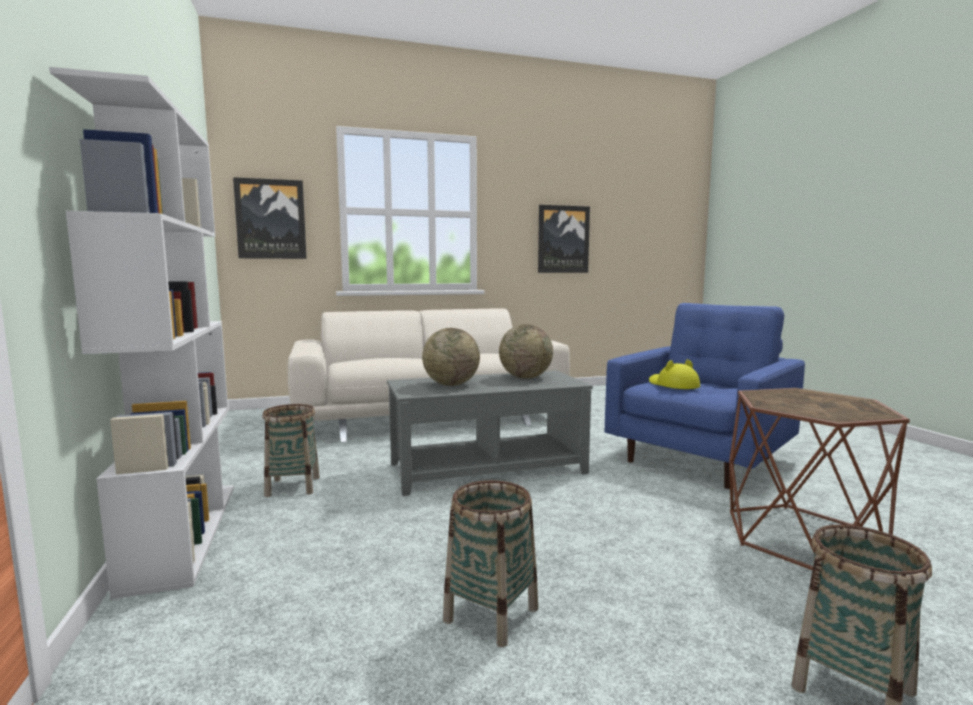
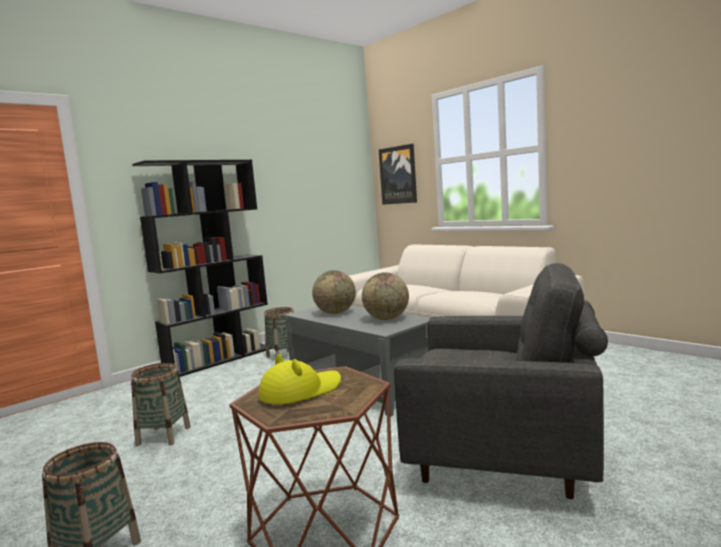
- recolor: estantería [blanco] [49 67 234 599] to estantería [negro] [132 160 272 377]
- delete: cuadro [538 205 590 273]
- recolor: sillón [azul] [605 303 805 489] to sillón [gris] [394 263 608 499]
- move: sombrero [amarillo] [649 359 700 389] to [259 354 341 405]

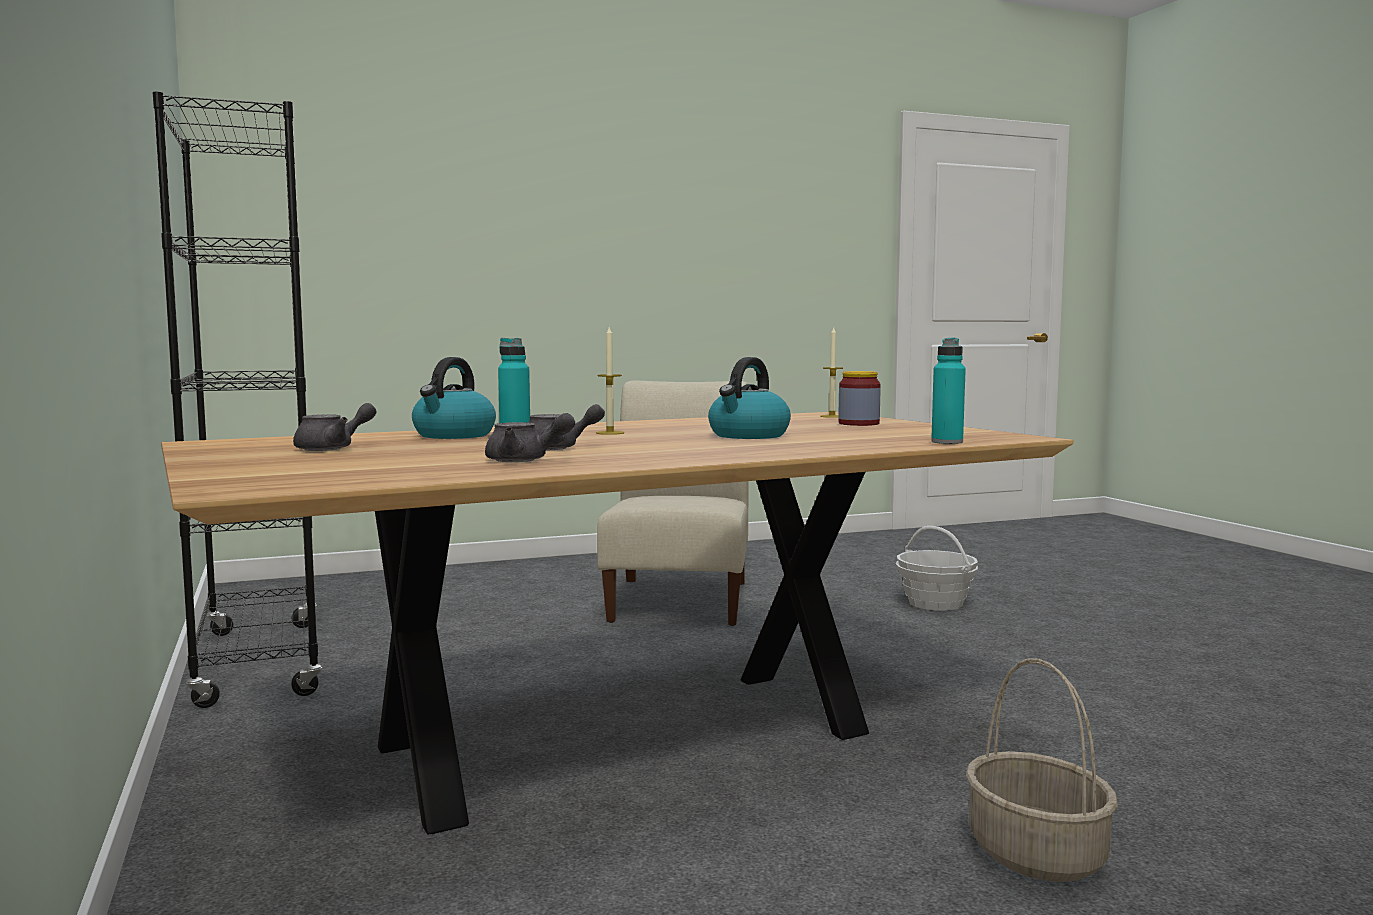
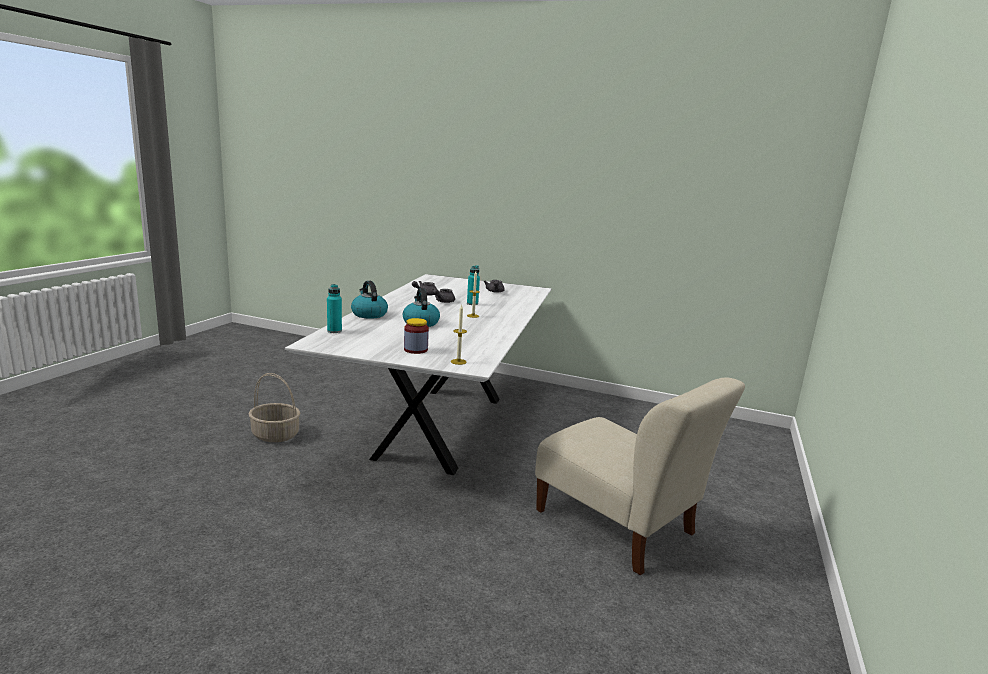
- delete: estantería [negro] [153 92 322 708]
- move: hervidor [412 357 496 439] to [351 281 388 319]
- recolor: mesa de comedor [marrón] [161 412 1073 835] to mesa de comedor [blanco] [285 274 551 475]
- delete: cesta [896 526 978 611]

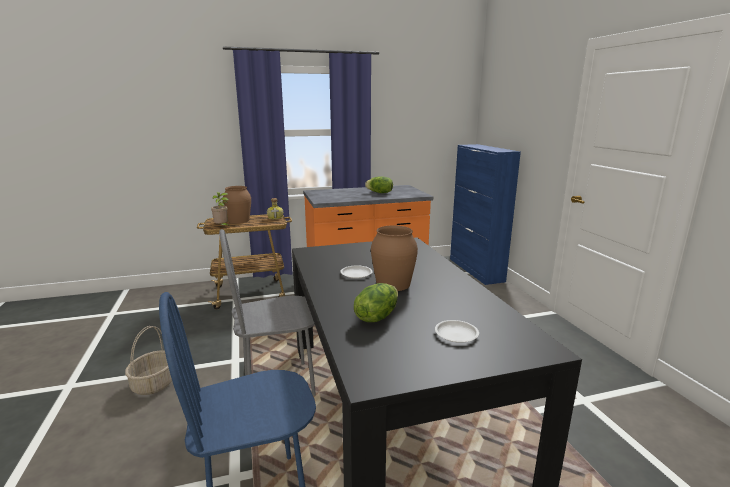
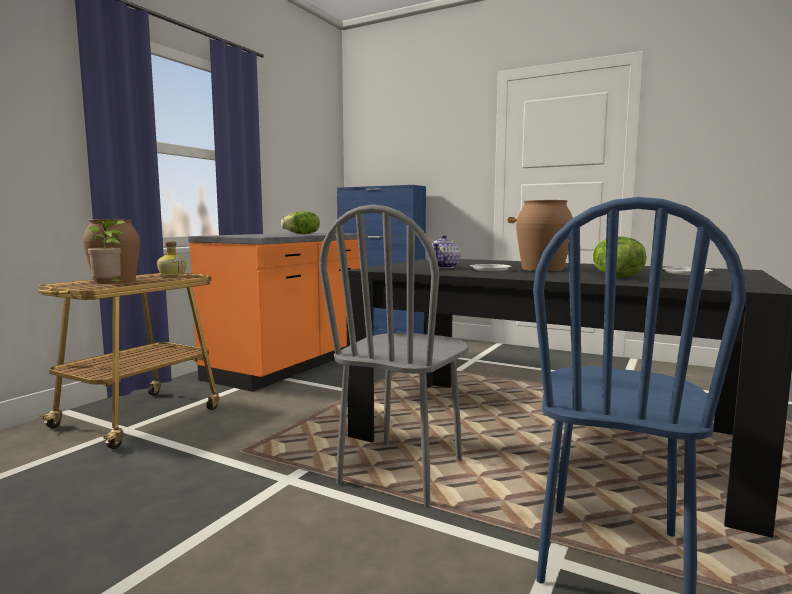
- delete: cesta [125 326 172 395]
- insert: tetera [427 235 461 269]

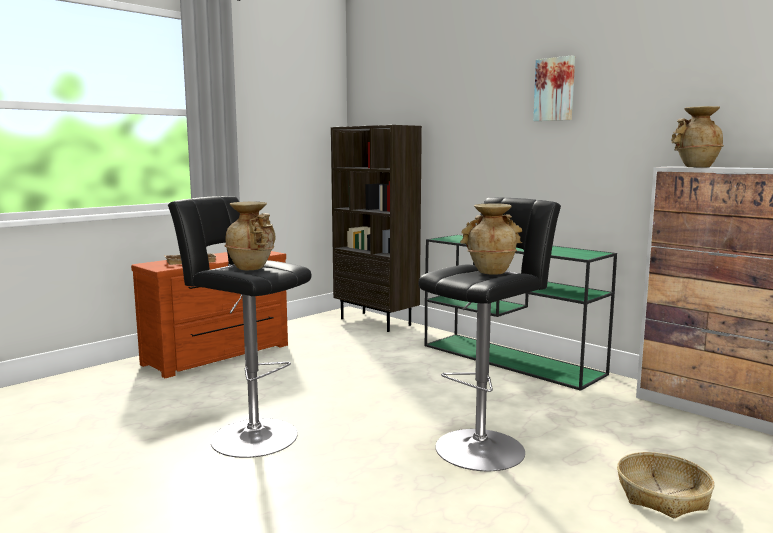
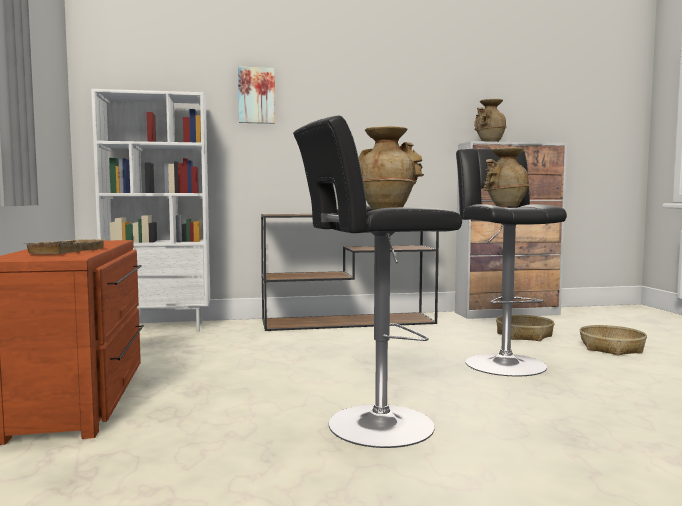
- move: cuadro [533 56 575 121] to [238 67 275 124]
- recolor: estantería [marrón] [331 125 422 332] to estantería [blanco] [91 89 210 332]
- recolor: mesa consola [verde] [425 235 617 391] to mesa consola [marrón] [261 214 439 331]
- insert: cesta [496 315 554 341]

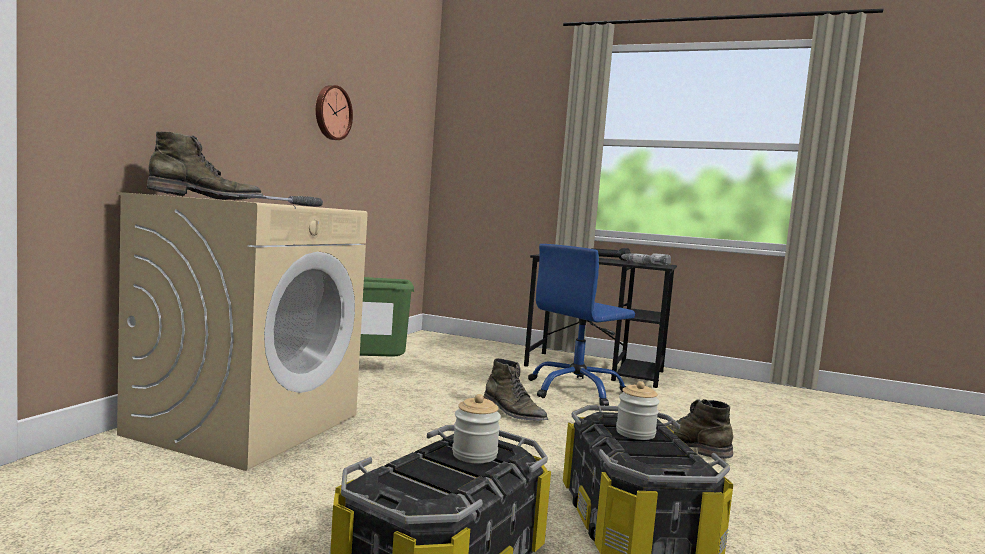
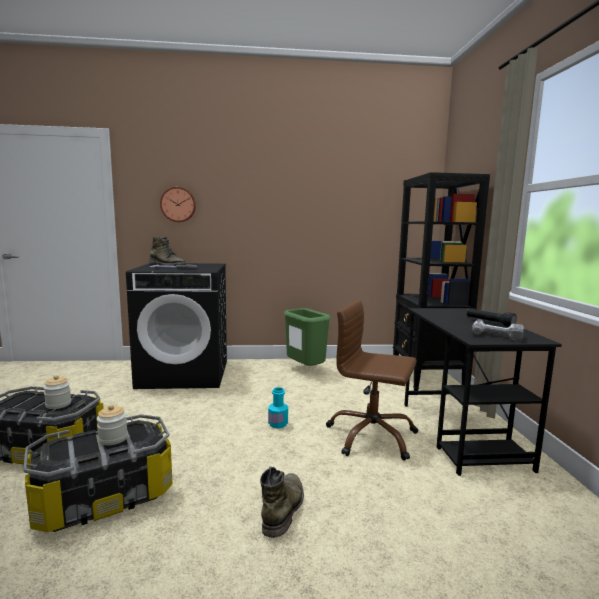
- move: reloj de pared [316 85 353 140] to [160 187 196 222]
- recolor: lavadora [beis] [116 192 368 471] to lavadora [negro] [126 263 227 389]
- recolor: silla de oficina [azul] [528 244 635 406] to silla de oficina [marrón] [326 300 418 461]
- replace: bota [verde] [484 358 548 421] to botella [turquesa] [268 387 288 428]
- insert: estantería [negro] [393 172 490 391]

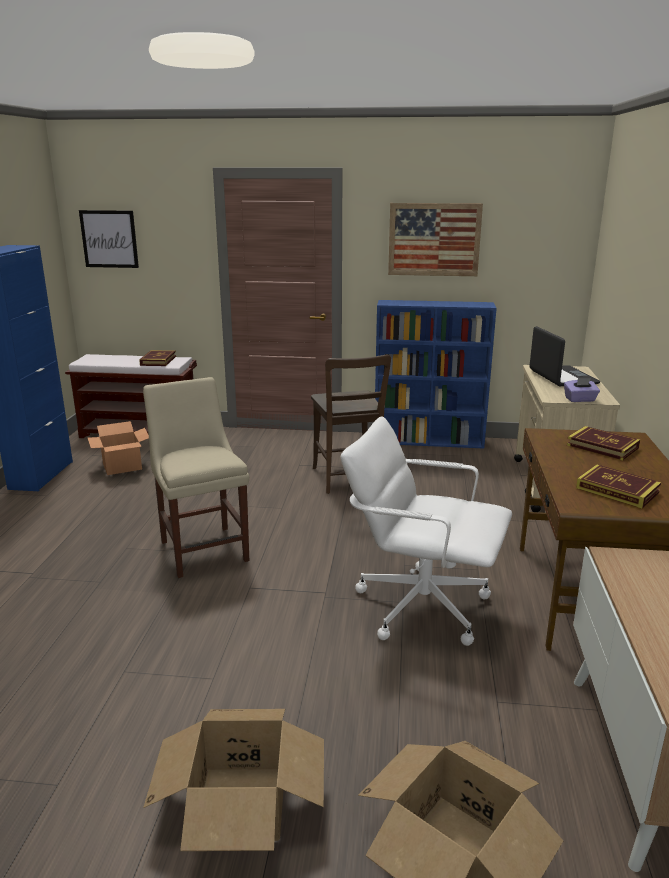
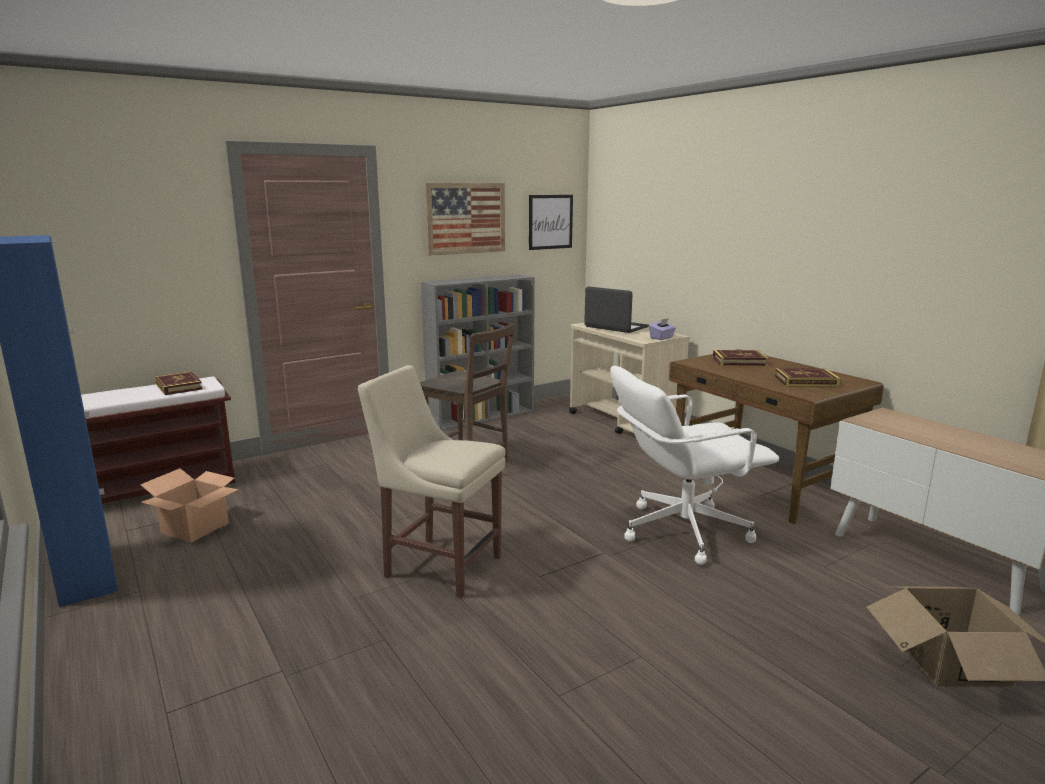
- move: cuadro [79 210 139 268] to [529 195 573 250]
- recolor: estantería [azul] [375 300 497 449] to estantería [gris] [421 274 535 430]
- delete: caja de cartón [143 709 324 851]

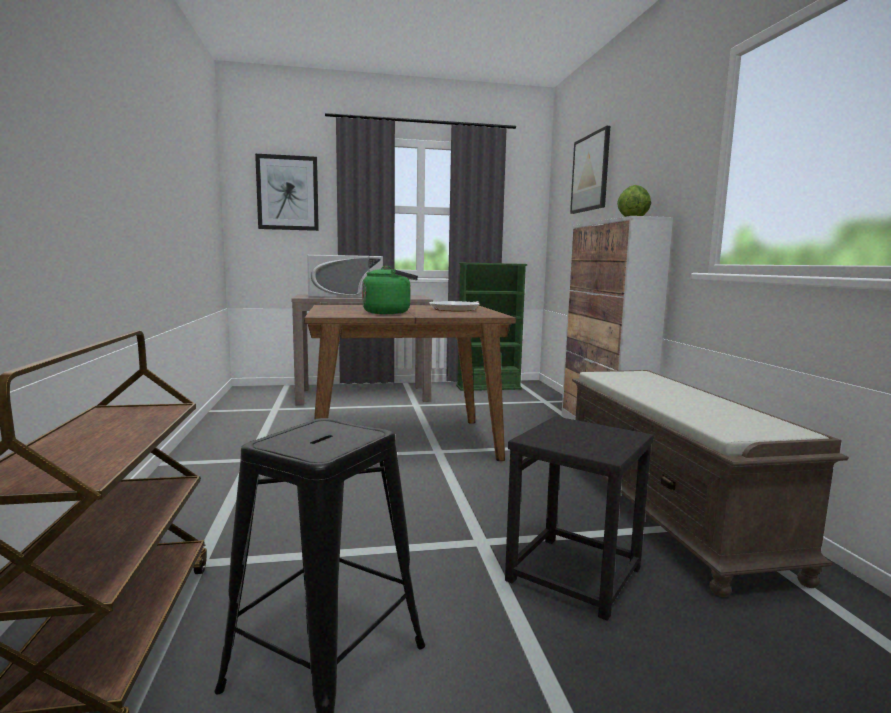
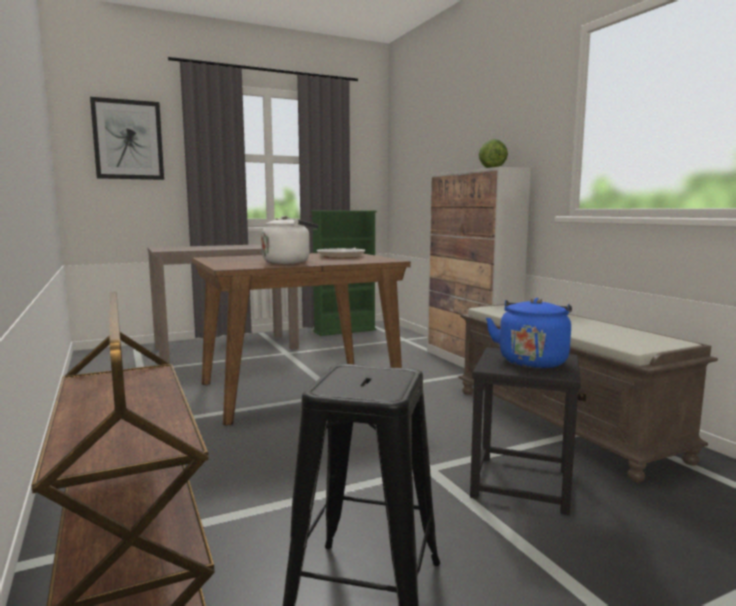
- delete: cuadro [570 126 610 214]
- delete: microondas [blanco] [307 255 383 298]
- recolor: hervidor [verde] [362 266 418 314] to hervidor [blanco] [261 216 318 264]
- insert: hervidor [azul] [486 298 572 368]

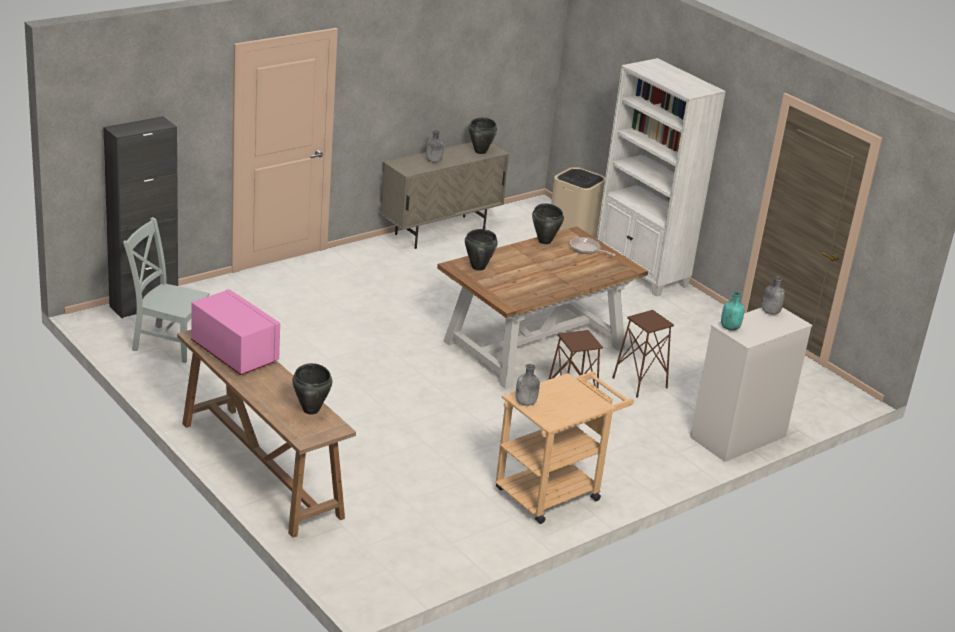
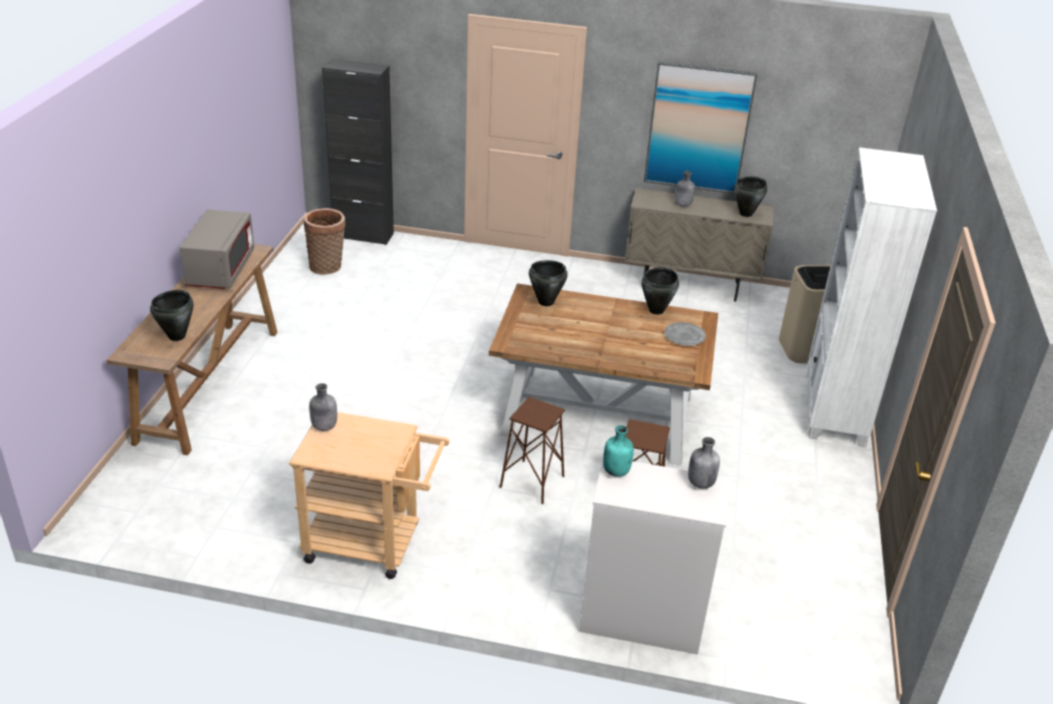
- replace: silla [gris] [123 217 210 363] to cesta [304 208 346 275]
- replace: sartén [570 237 616 256] to plato [gris] [664 322 706 346]
- recolor: microondas [rosa] [191 289 280 375] to microondas [gris] [180 209 254 289]
- insert: cuadro [644 61 757 194]

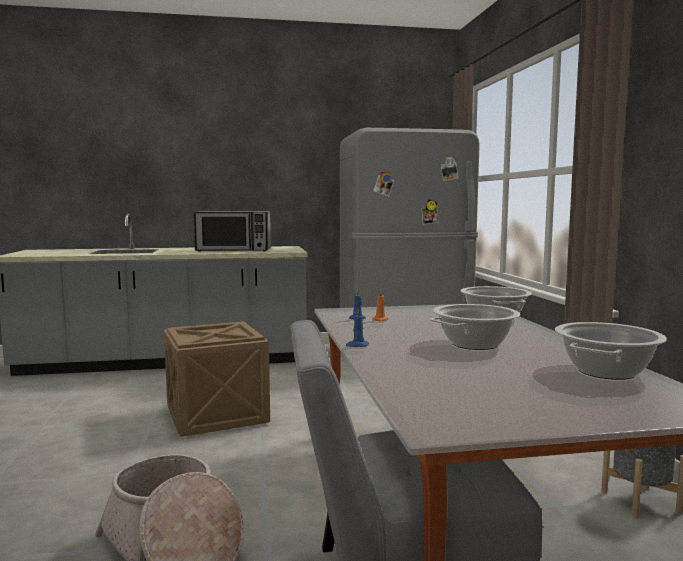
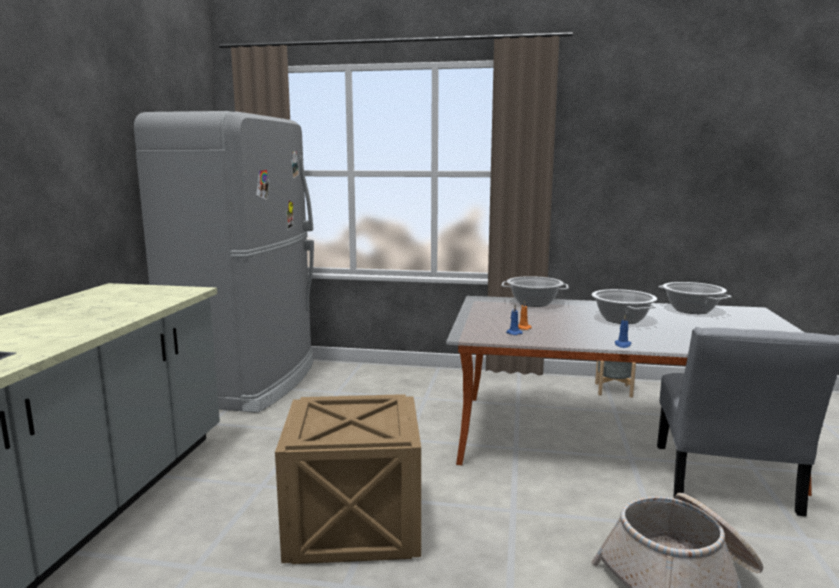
- delete: microondas [194 211 271 252]

